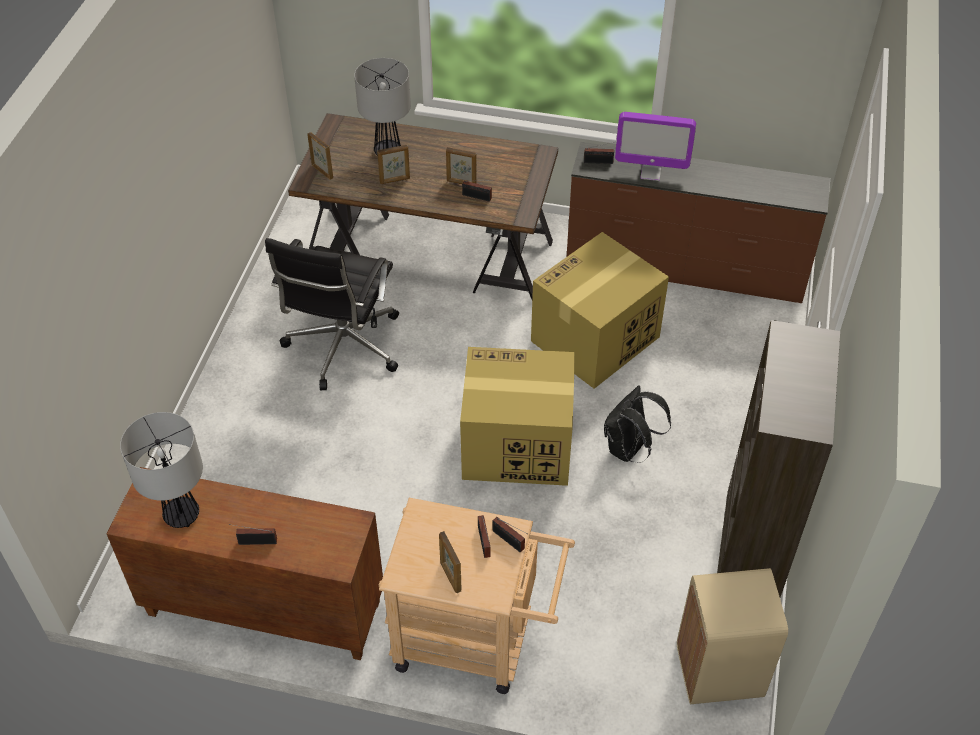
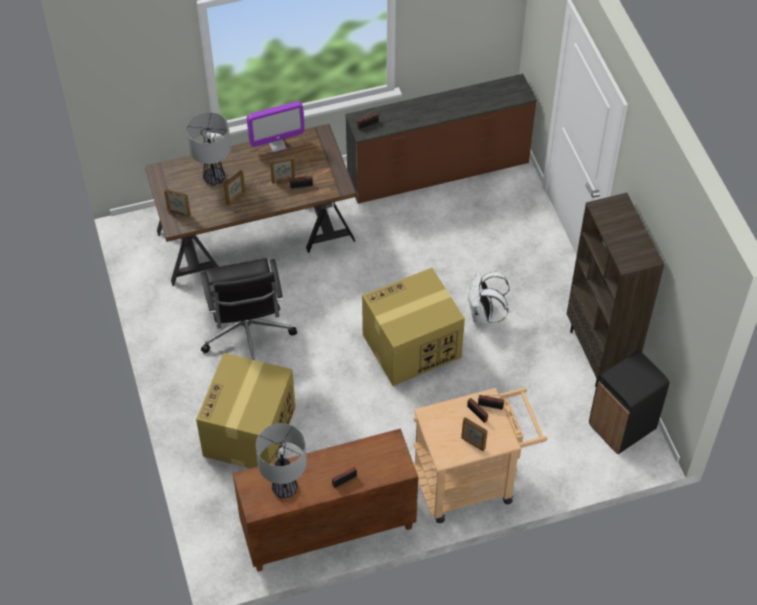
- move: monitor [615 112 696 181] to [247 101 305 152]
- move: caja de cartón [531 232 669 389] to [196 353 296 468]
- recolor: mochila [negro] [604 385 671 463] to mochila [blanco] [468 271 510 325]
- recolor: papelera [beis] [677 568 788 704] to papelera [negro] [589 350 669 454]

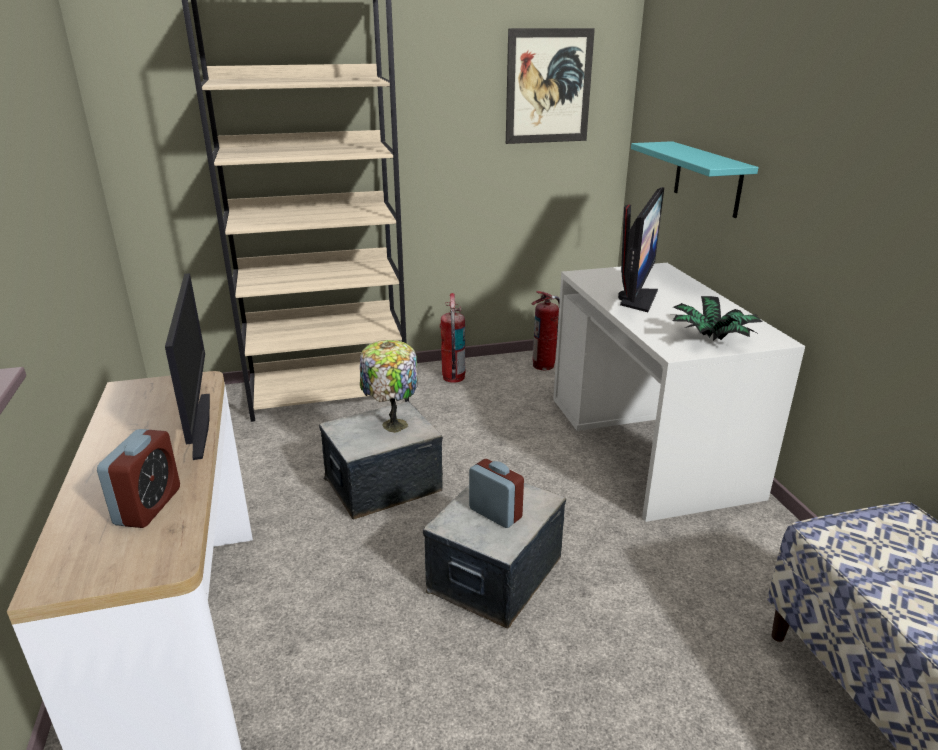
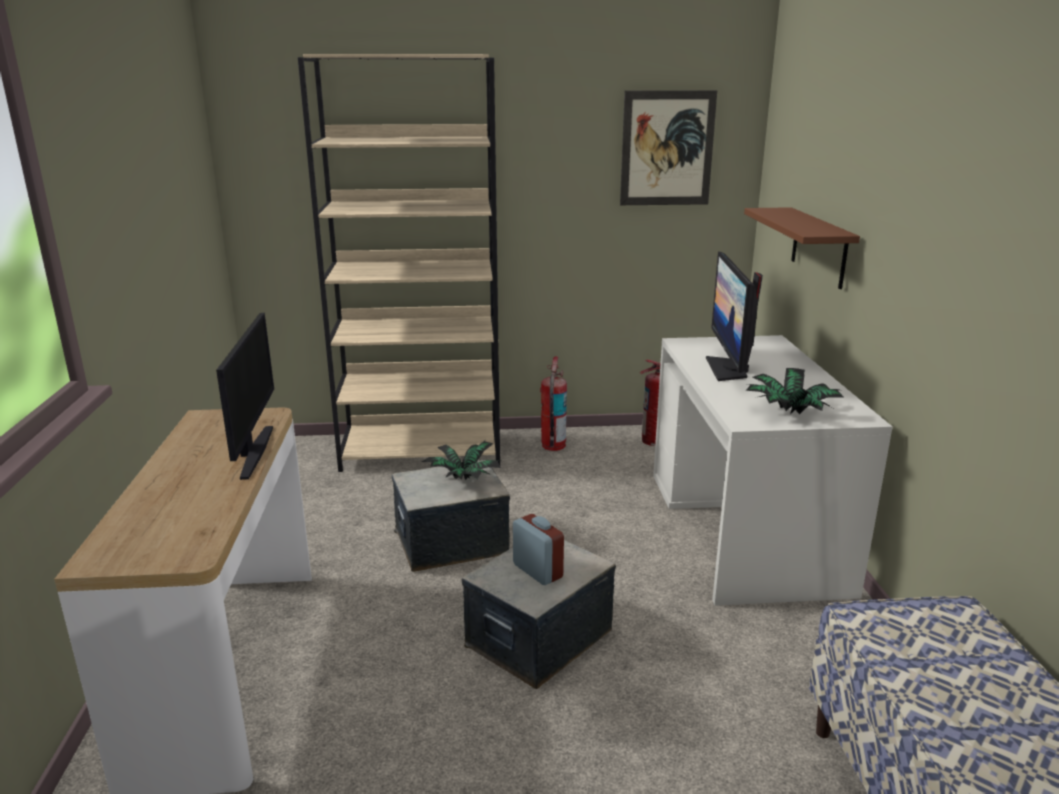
- recolor: estante [turquesa] [631 141 758 218] to estante [marrón] [744 207 860 289]
- rotate: monitor [618 187 664 312] = [706 252 763 381] 150 degrees clockwise
- replace: lámpara de mesa [360 340 418 433] to planta en maceta [422 441 501 480]
- delete: despertador [97 429 180 528]

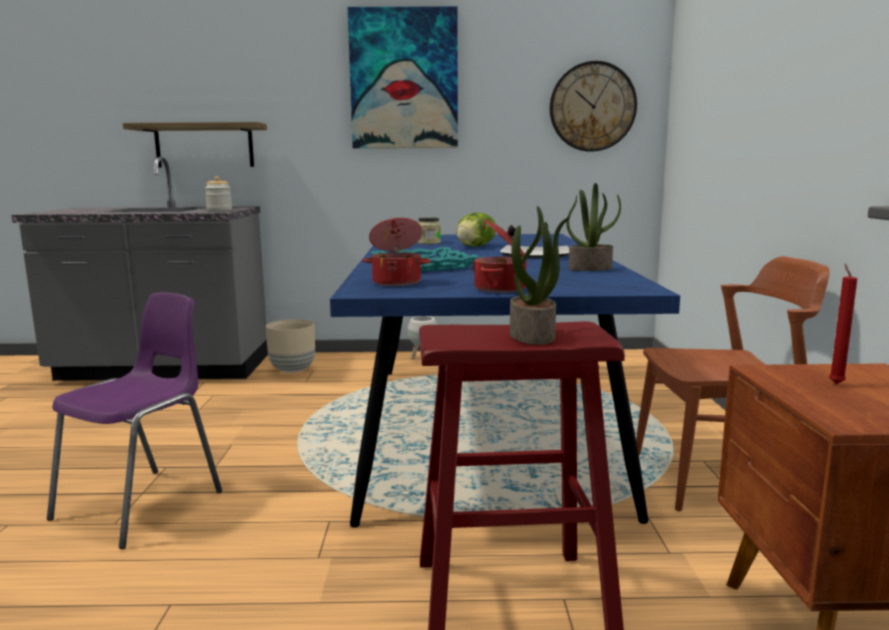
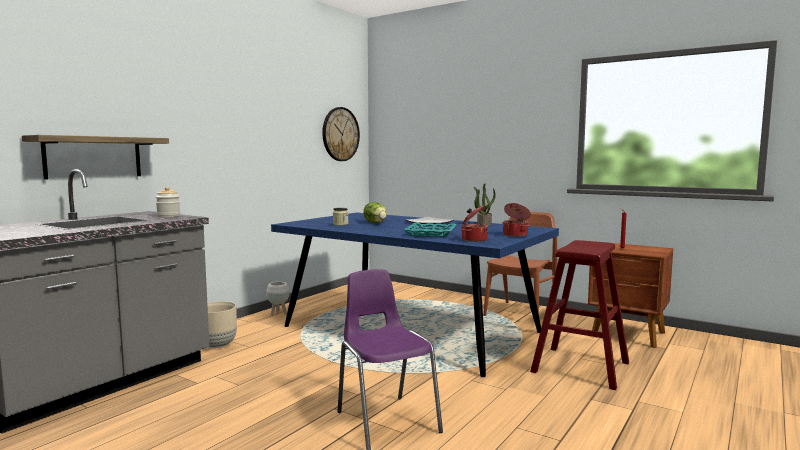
- delete: cuadro [348 6 458 148]
- delete: planta en maceta [510 206 570 345]

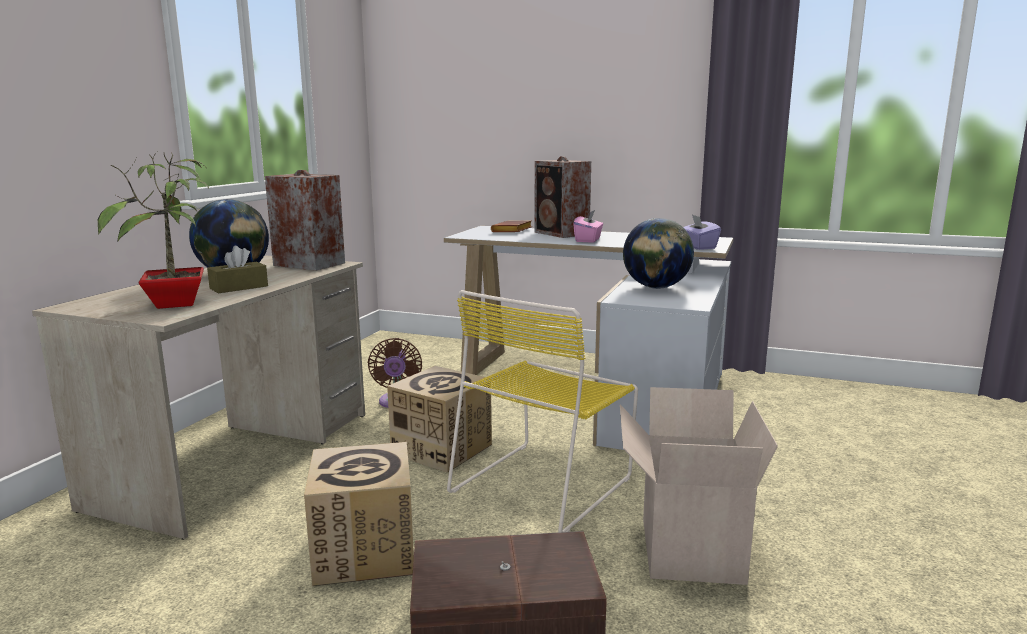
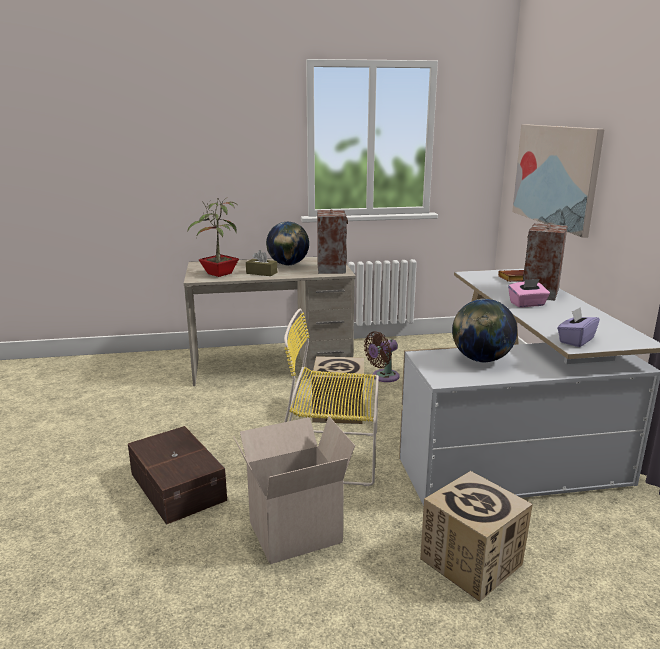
- move: caja de cartón [304 442 414 586] to [420 471 533 602]
- insert: cuadro [512 124 605 238]

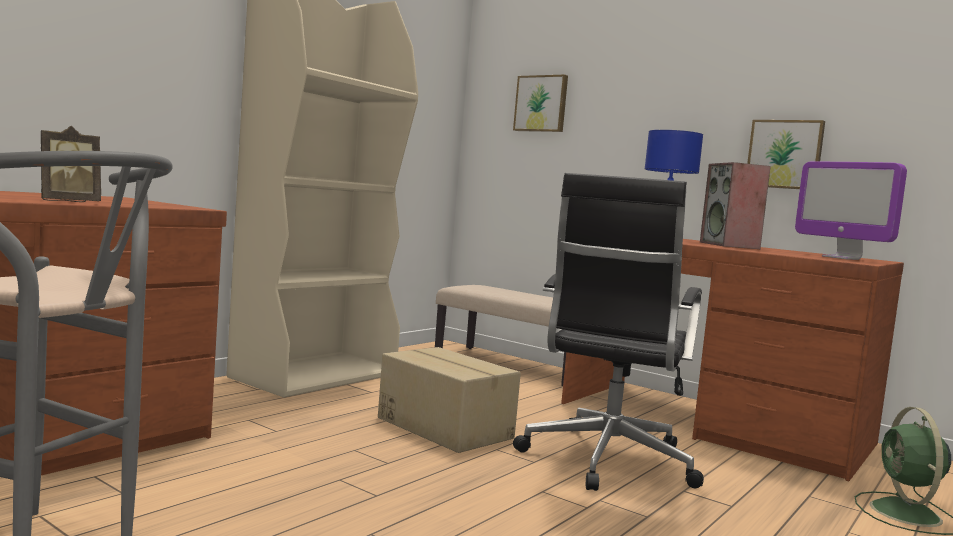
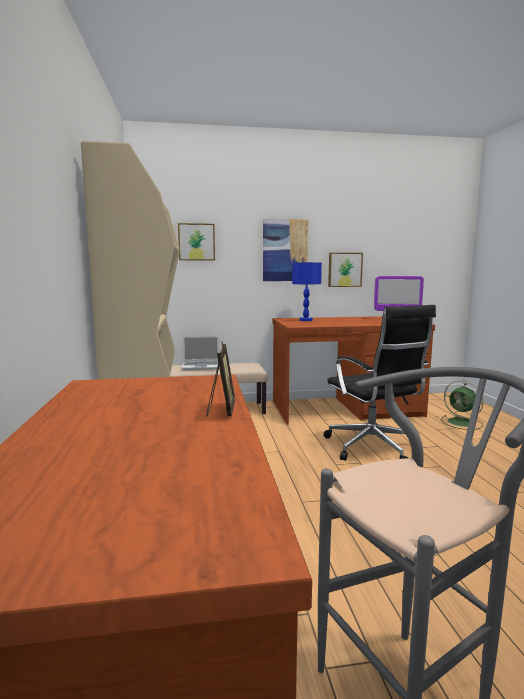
- delete: altavoz [700 162 771 249]
- delete: caja de cartón [378 347 521 453]
- insert: cuadro [263 219 308 281]
- insert: portátil [182 336 219 370]

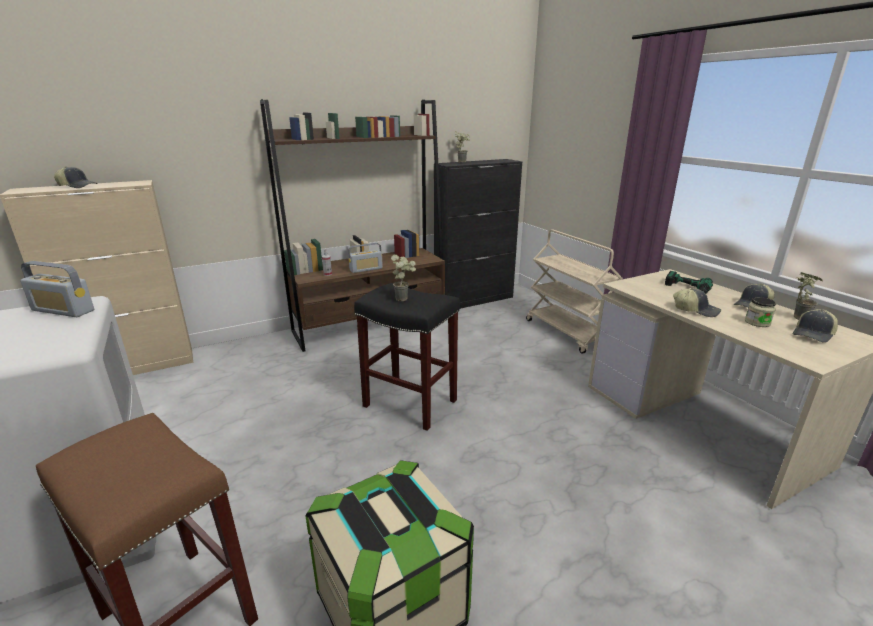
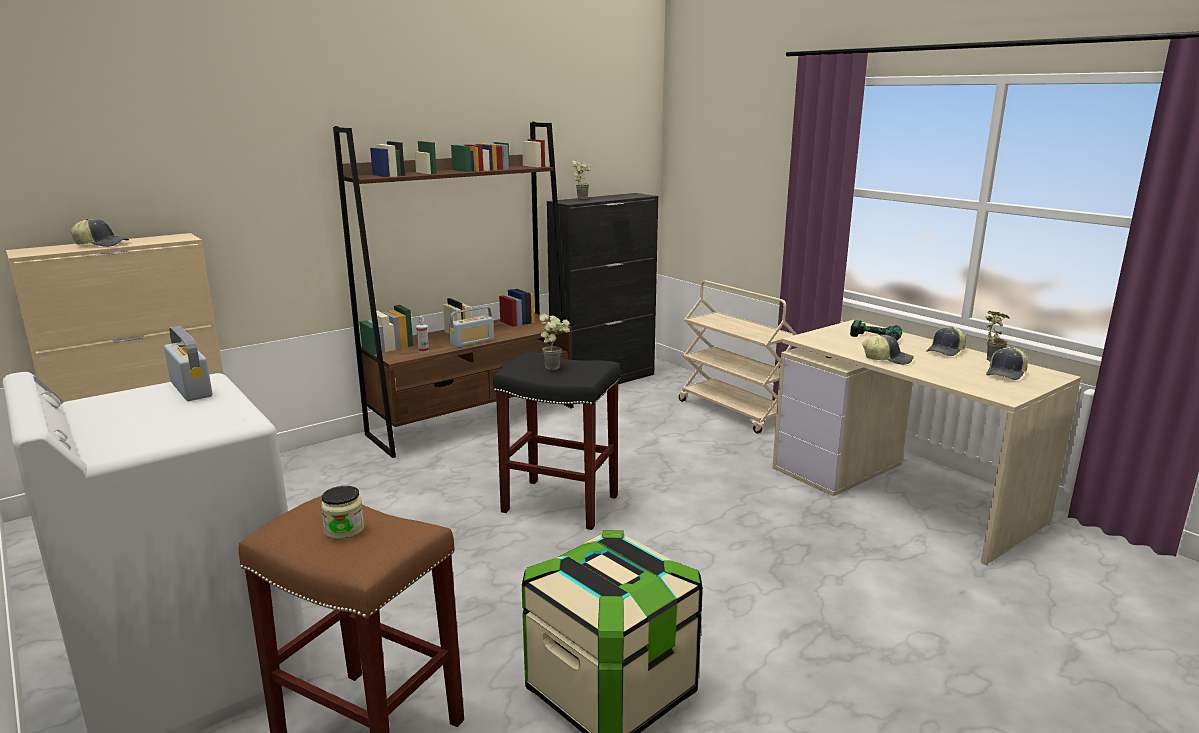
- rotate: radio [20 261 94 317] = [164 326 212 401] 135 degrees counterclockwise
- move: tarro [745 297 776 327] to [321 486 364 539]

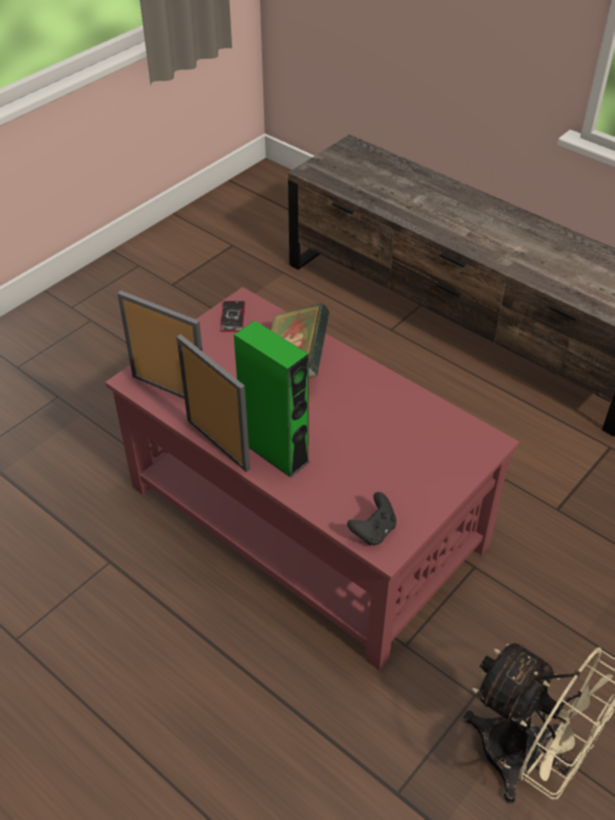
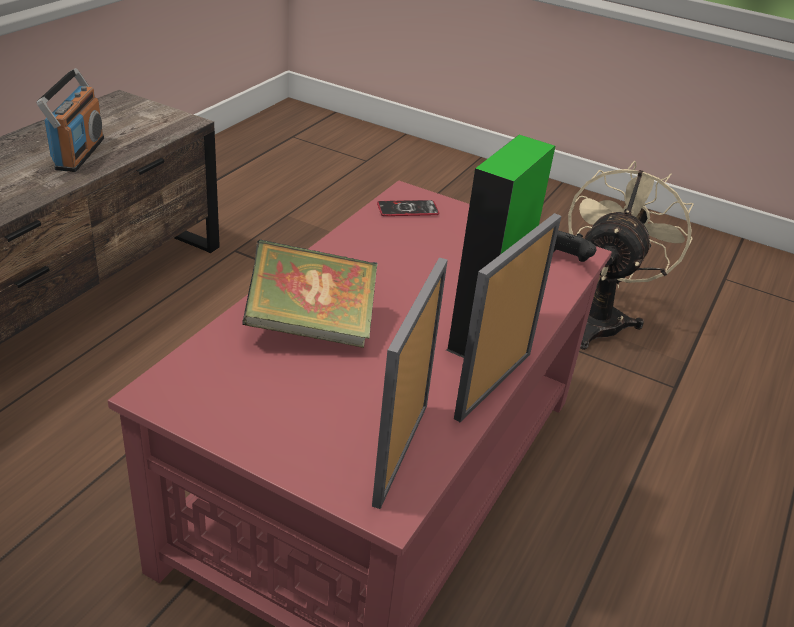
- move: móvil [220 301 245 332] to [377 200 439 216]
- insert: radio [37 68 104 172]

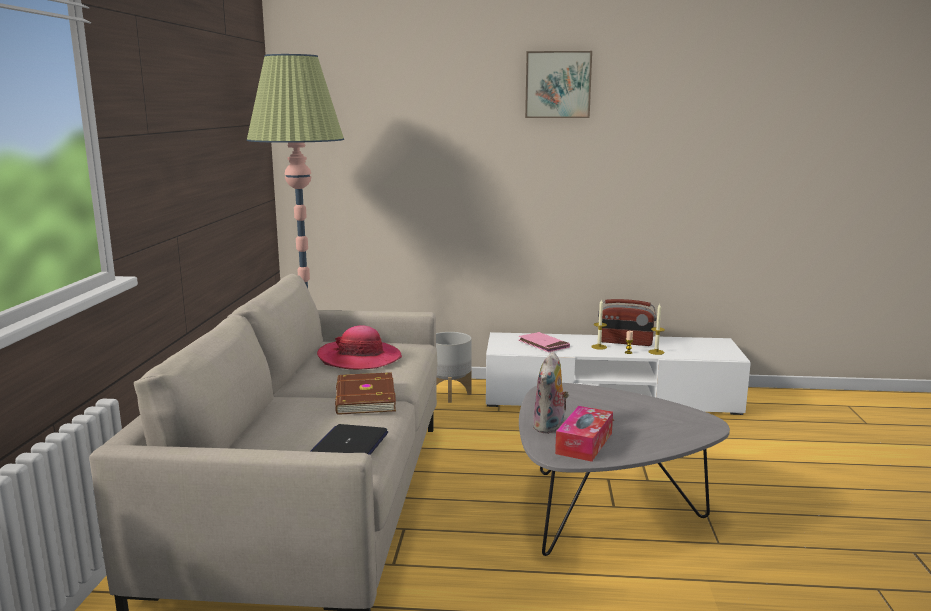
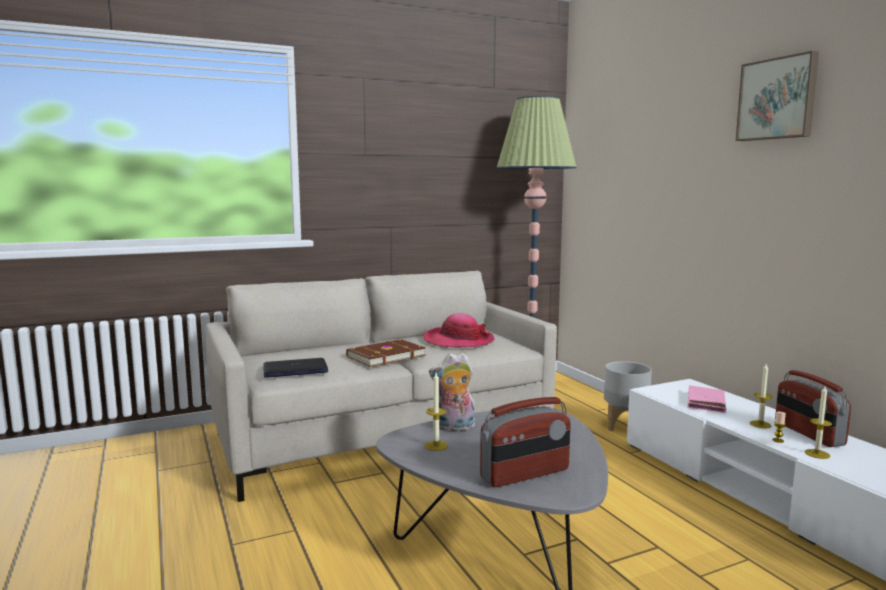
- replace: caja de pañuelos [555 406 613 462] to vela [424 373 448 451]
- insert: radio [480 397 571 487]

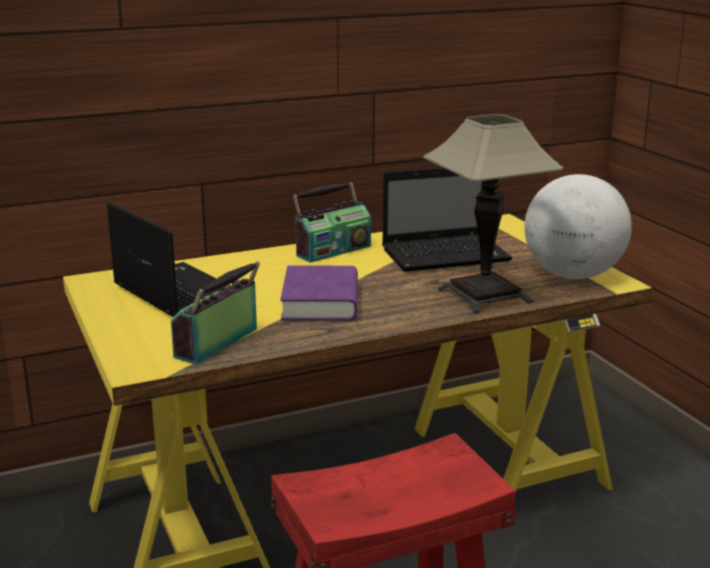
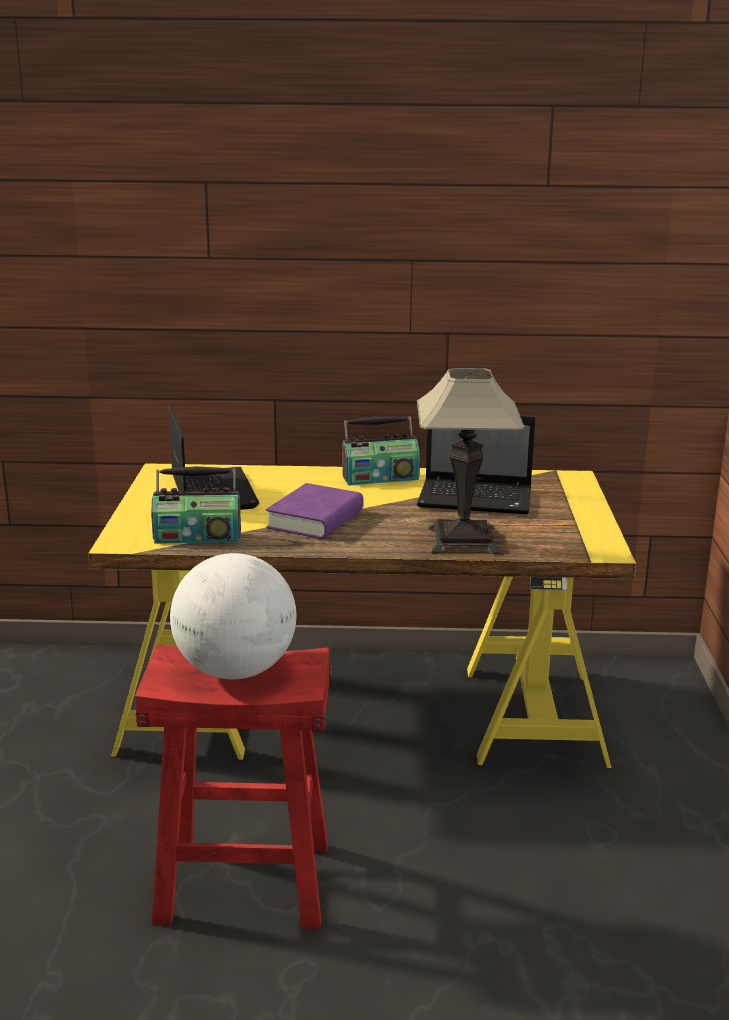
- move: globo terráqueo [524 174 632 279] to [170 553 296 679]
- rotate: radio [171 261 260 365] = [151 466 241 544] 150 degrees counterclockwise

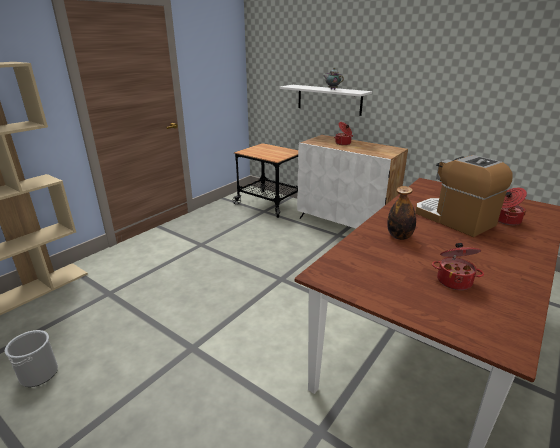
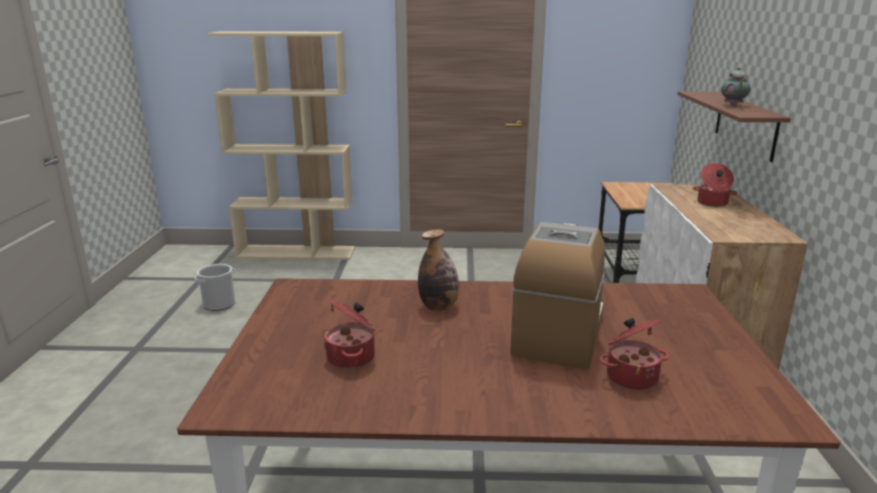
- recolor: estante [blanco] [279 85 372 116] to estante [marrón] [677 91 791 162]

